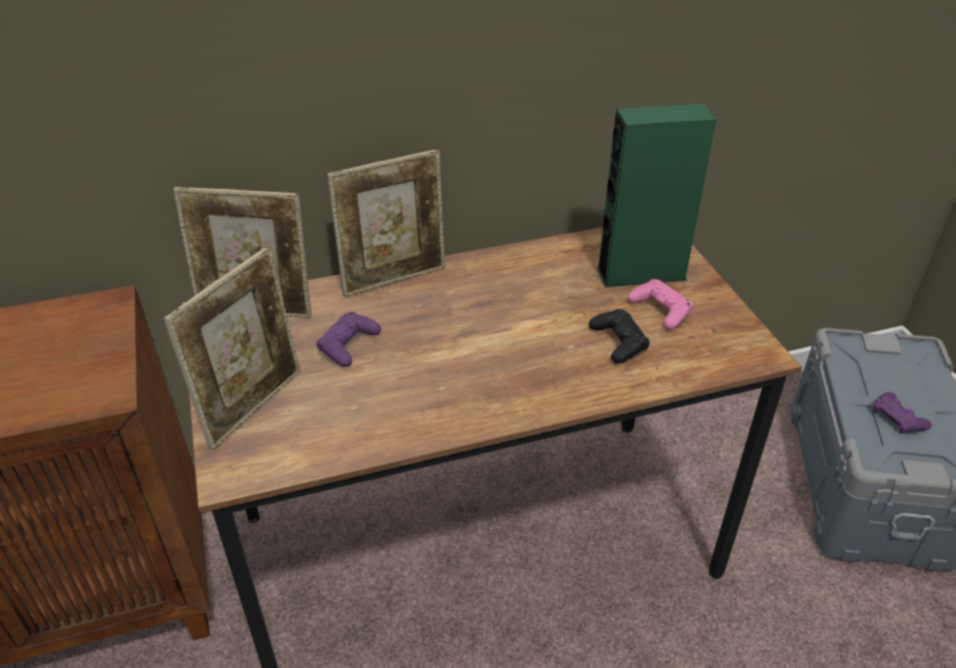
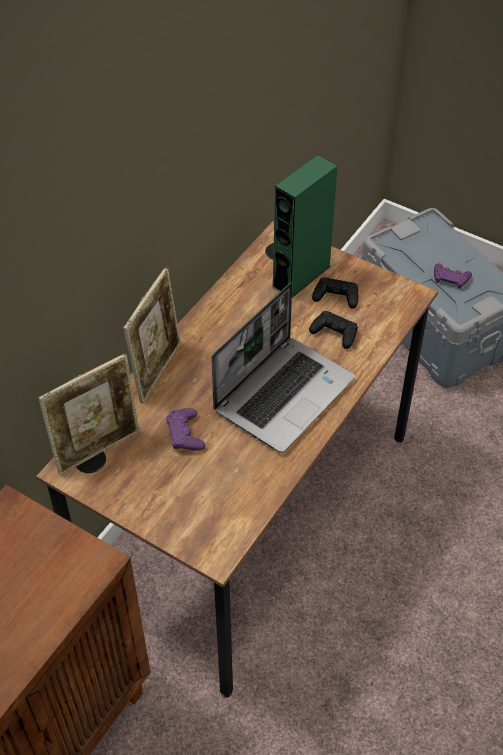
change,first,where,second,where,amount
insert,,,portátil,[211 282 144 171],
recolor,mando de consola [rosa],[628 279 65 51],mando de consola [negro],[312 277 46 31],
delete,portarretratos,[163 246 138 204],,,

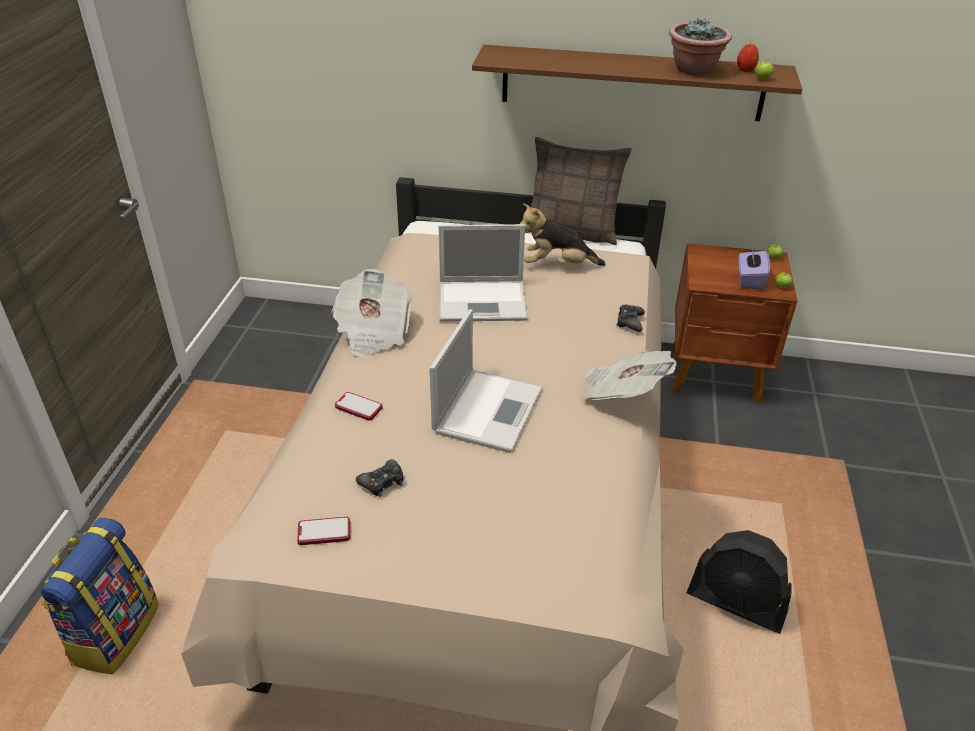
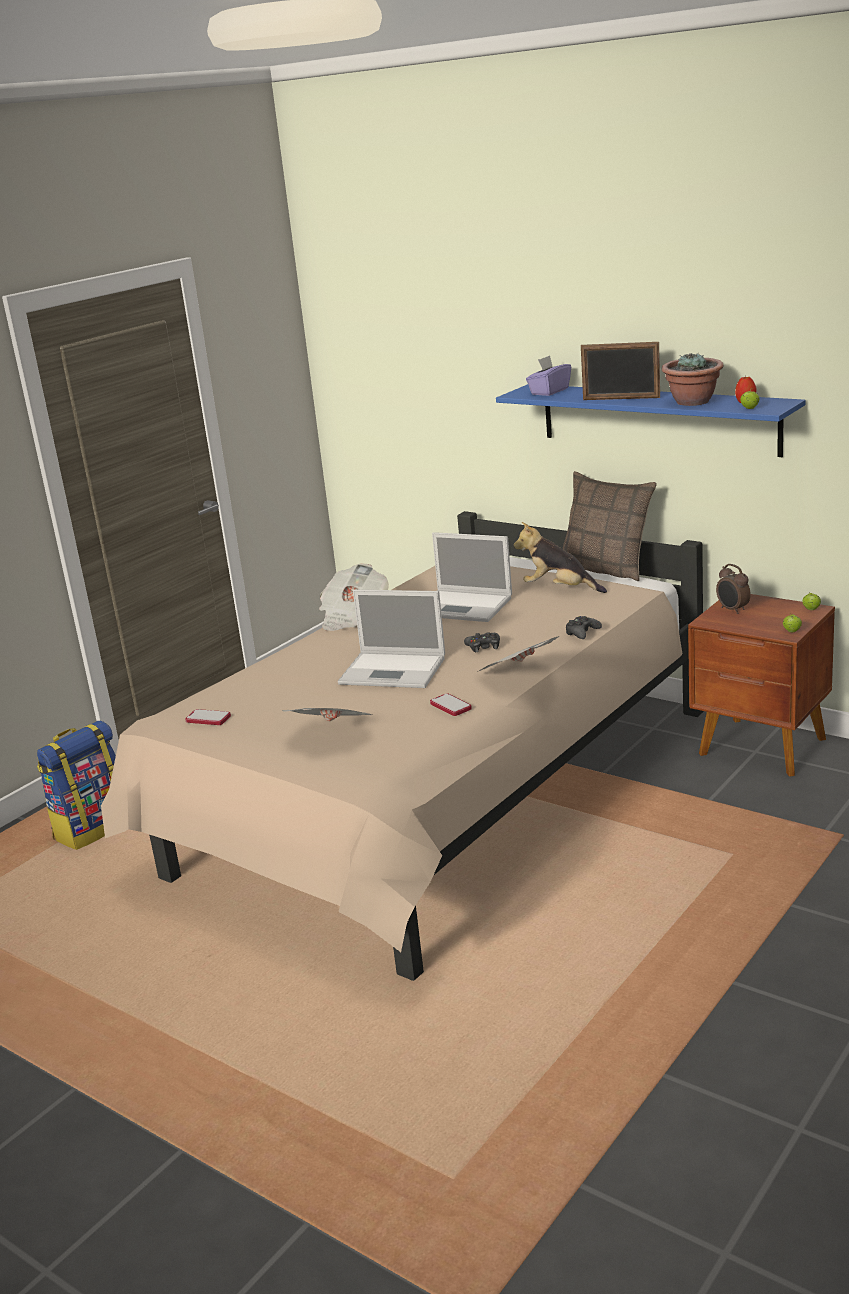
change,first,where,second,where,amount
insert,,,periódico,[282 708 90 13],
rotate,portátil,[429 309 113 144],,[338 590 107 98],60 degrees clockwise
move,móvil,[335 392 47 29],,[430 693 42 23],
move,mando de consola [negro],[356 459 47 38],,[464 632 36 20],
recolor,estante [marrón],[472 45 331 76],estante [azul],[496 384 310 73],
move,caja de pañuelos [morado],[739 247 31 43],,[526 355 45 41],
insert,,,portarretratos,[581 342 79 58],
insert,,,despertador,[716 564 35 50],
delete,ventilador [negro],[686 530 106 104],,,

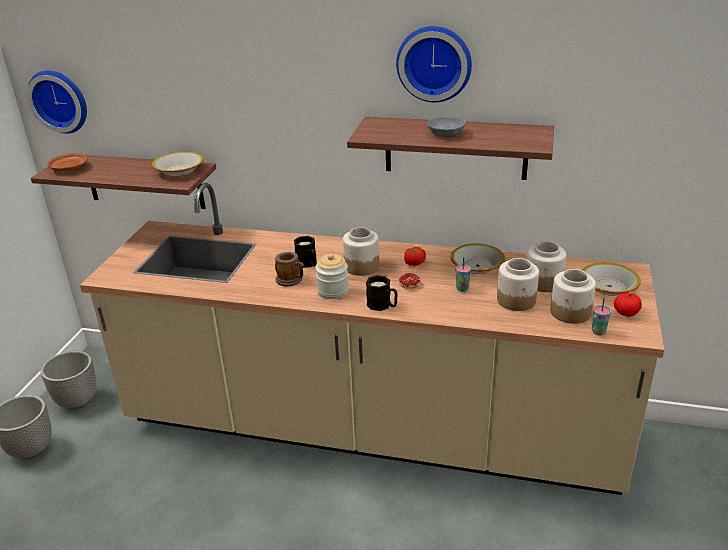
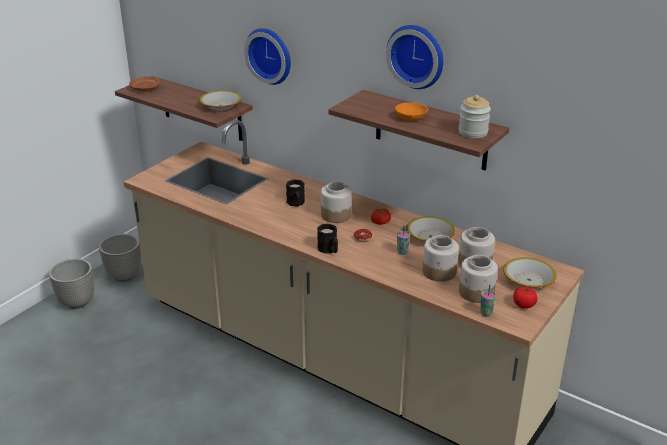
change,first,where,second,where,amount
move,reloj de pared,[27 70 60 64],,[244 28 47 57],
recolor,cuenco [gris],[427 117 39 20],cuenco [naranja],[395 102 33 19],
move,tarro,[315 254 34 45],,[459 95 32 43],
delete,taza grande,[275 252 29 34],,,

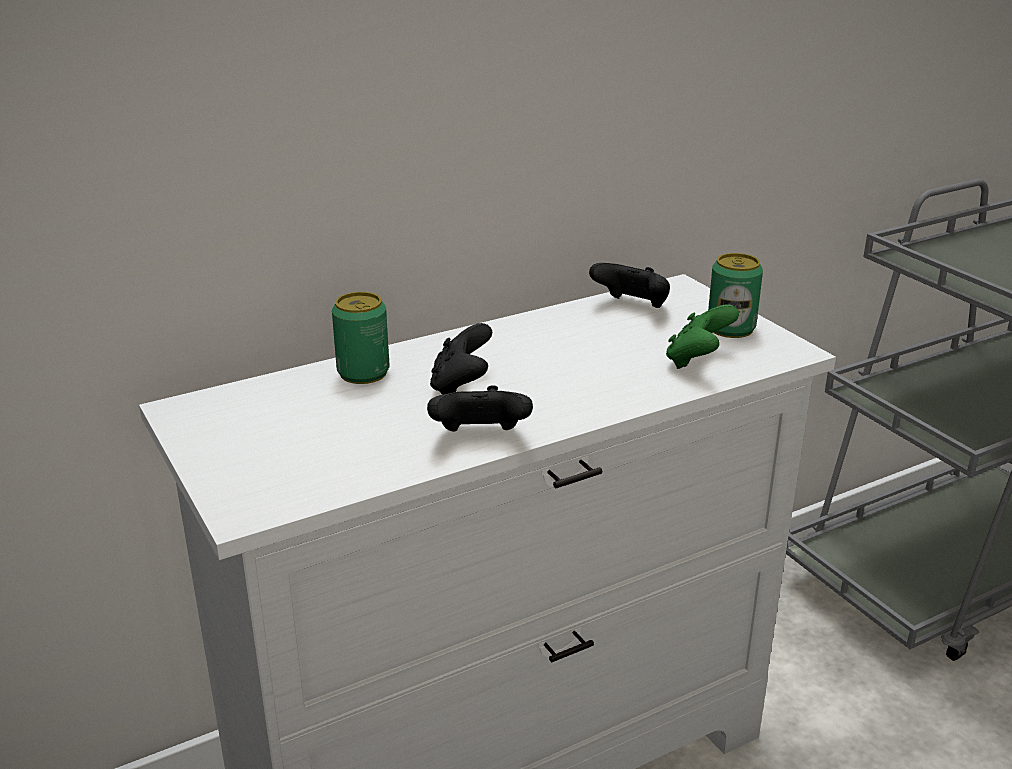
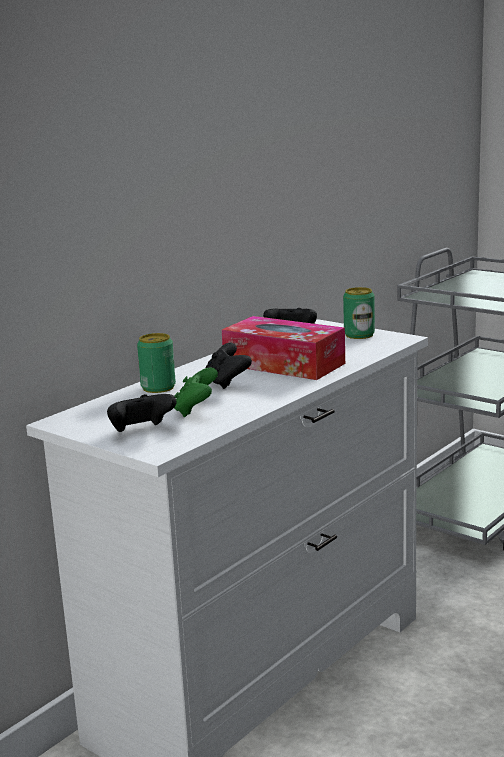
change,first,where,second,where,amount
move,mando de consola [negro],[427 385 106 47],,[107 394 69 38],
move,mando de consola [verde],[666 304 73 65],,[174 367 44 50],
insert,,,caja de pañuelos,[222 316 123 64],

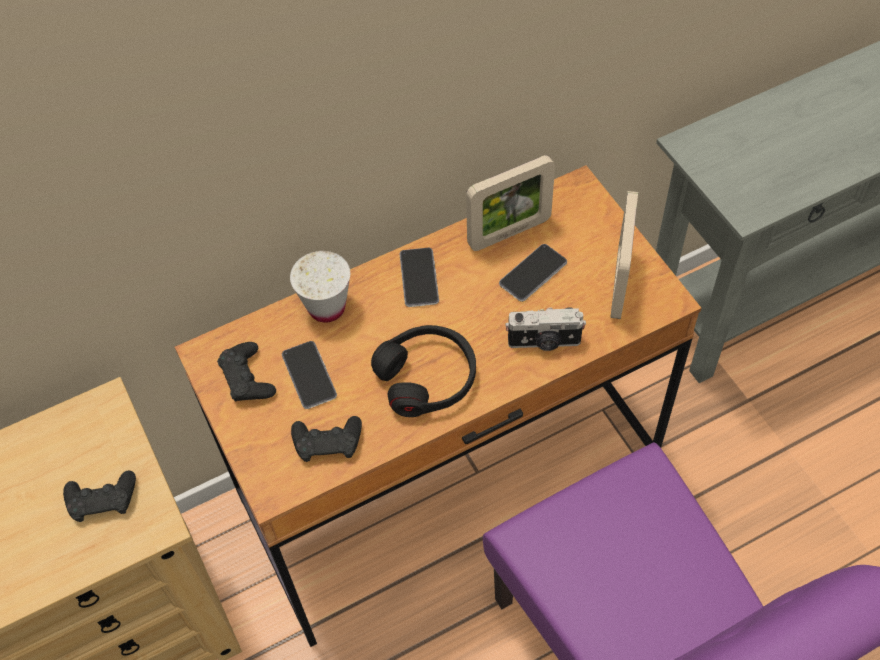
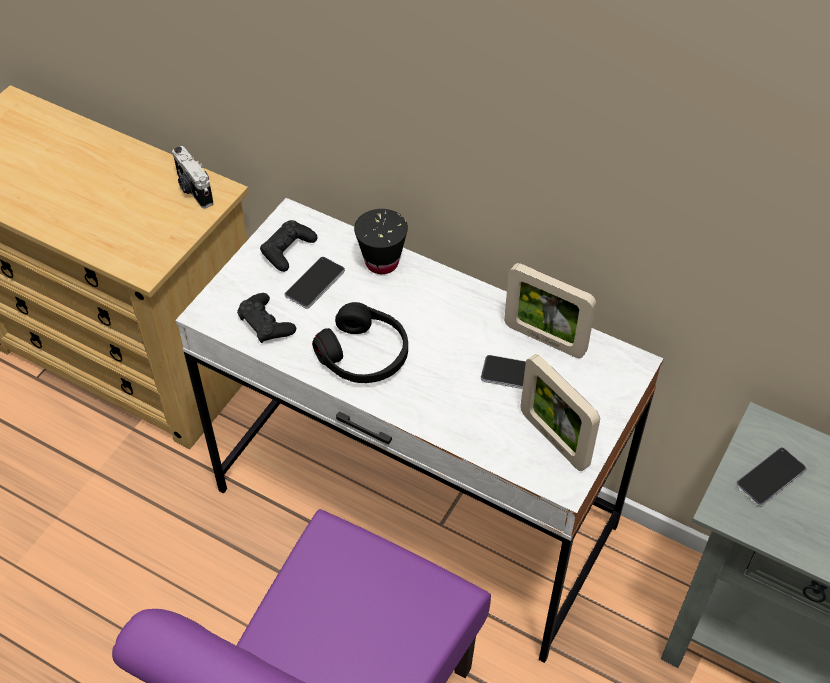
change,first,where,second,where,amount
move,cámara,[505 307 81 44],,[172 146 42 63],
recolor,escritorio [marrón],[175 165 526 482],escritorio [blanco],[175 198 488 465],
recolor,taza [blanco],[290 251 60 72],taza [negro],[354 209 54 65],
rotate,portarretratos,[610 191 28 128],,[520 354 80 117],105 degrees counterclockwise
move,móvil,[400 248 39 59],,[736 447 70 59],
delete,mando de consola [negro],[63 470 73 52],,,

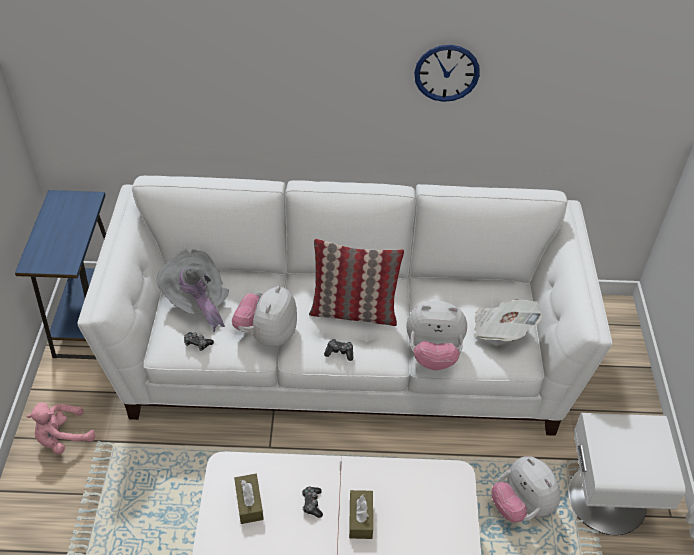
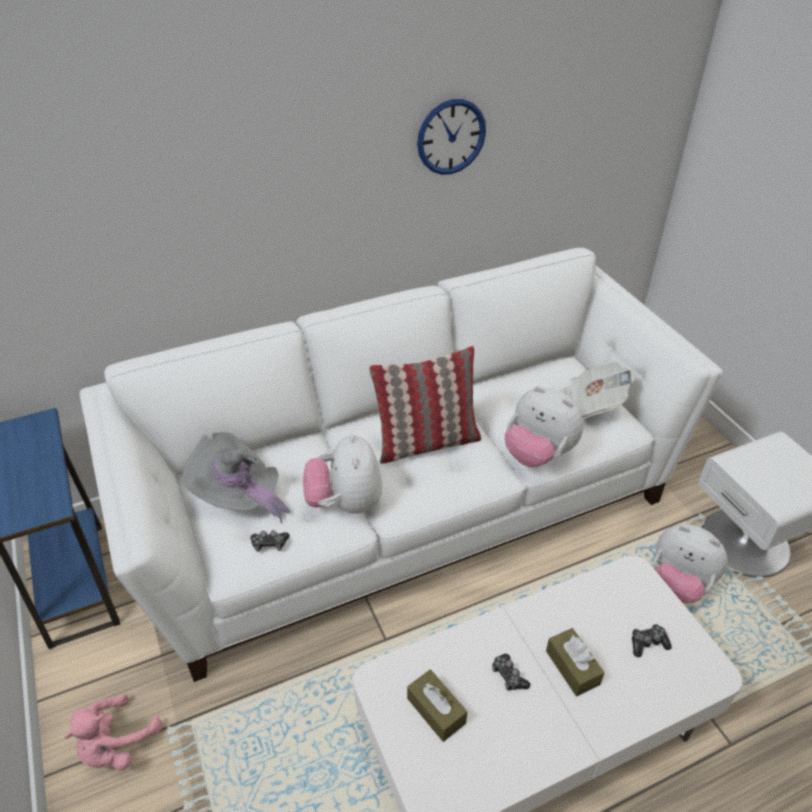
change,first,where,second,where,amount
rotate,peluche,[406 301 61 69],,[505 386 79 81],60 degrees clockwise
move,mando de consola,[324 339 29 22],,[632 624 40 33],

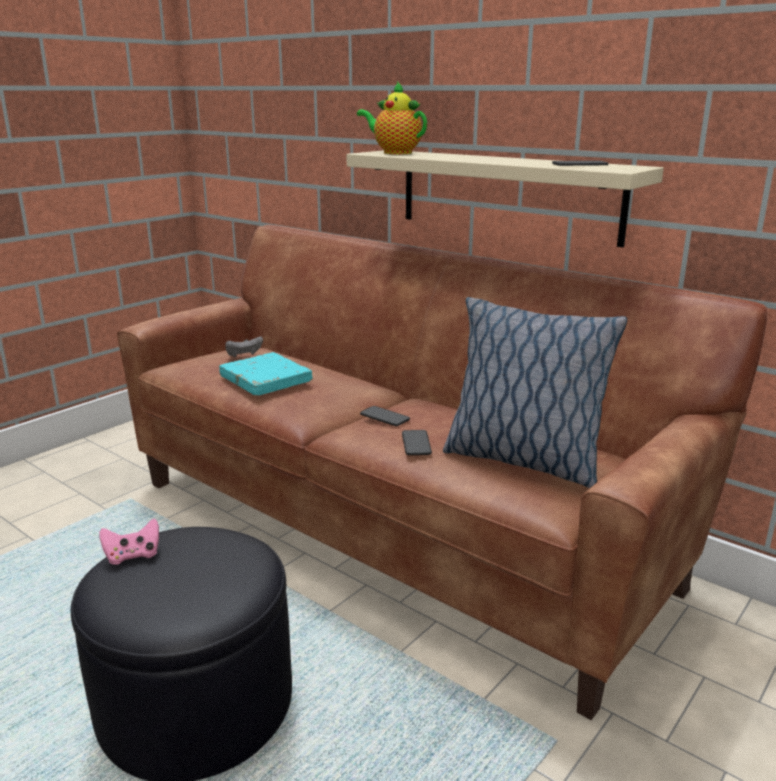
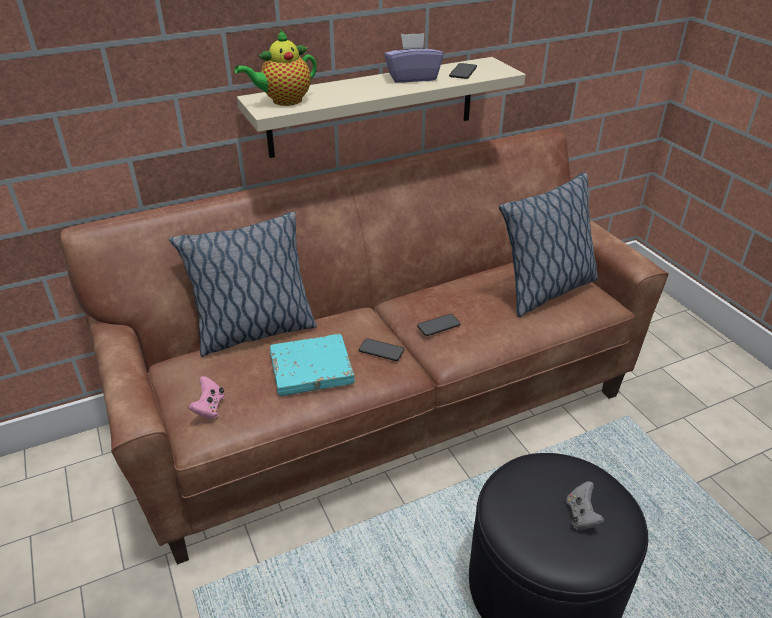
change,first,where,second,where,amount
insert,,,cojín,[169 211 148 146],
move,mando de consola [rosa],[99 519 60 46],,[188 376 36 43],
move,móvil,[402 430 30 25],,[359 338 45 23],
insert,,,caja de pañuelos [morado],[384 33 59 50],
move,mando de consola [gris],[225 336 38 21],,[566 481 39 49],

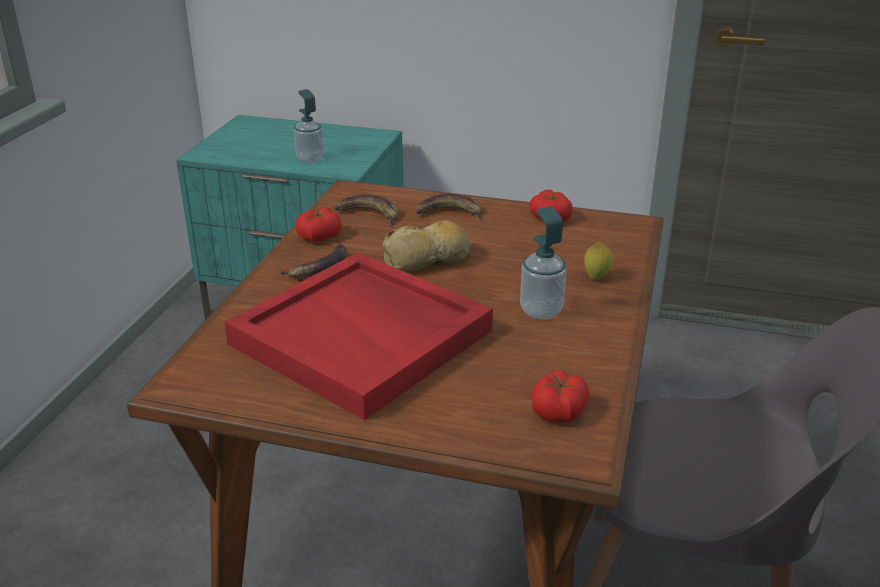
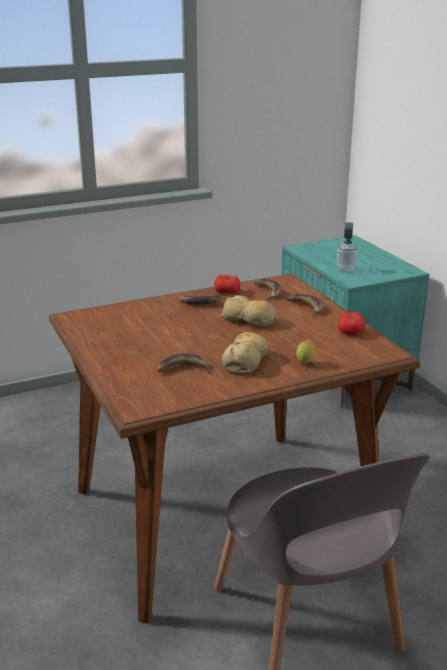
change,first,where,second,where,amount
insert,,,plátano,[158 353 53 20],
replace,dispensador de jabón,[520 206 47 113],pan,[222 332 46 43],
delete,bandeja [rojo],[224 252 269 168],,,
delete,tomate,[531 370 58 53],,,

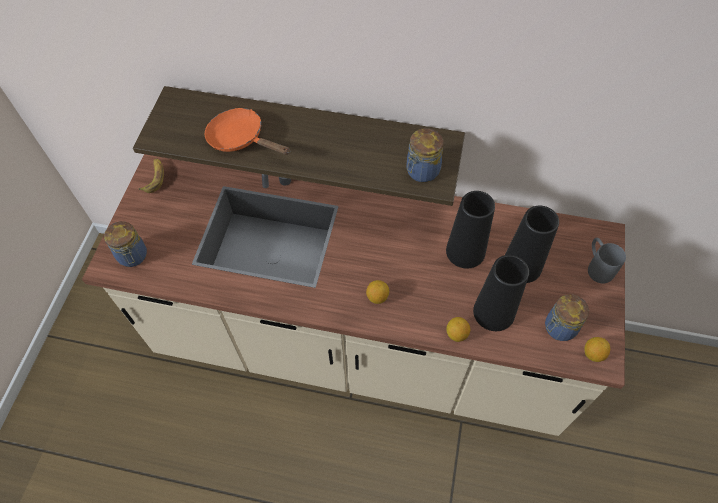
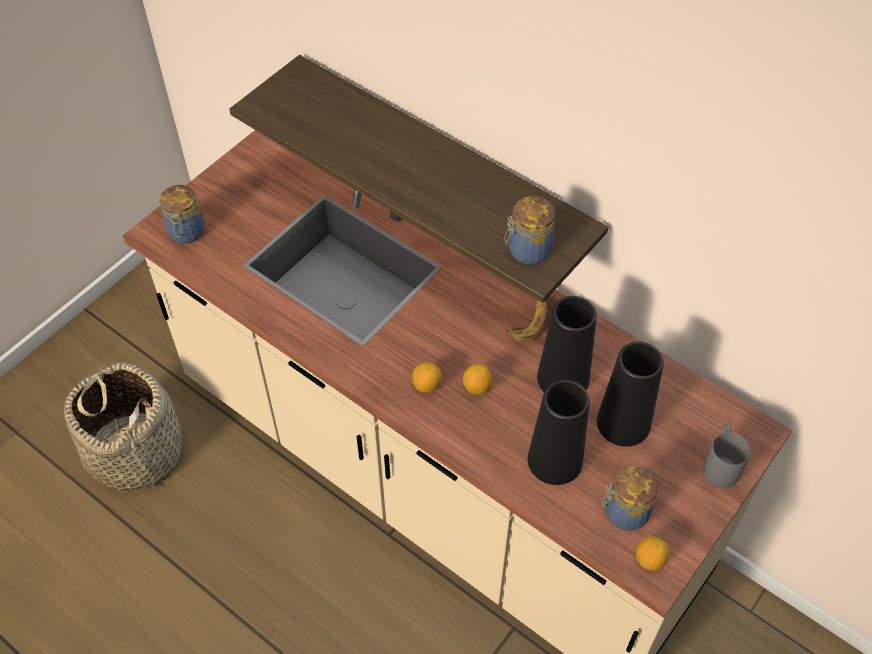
change,first,where,second,where,amount
insert,,,cesta,[64 363 118 129],
move,limón,[447 317 23 25],,[463 364 29 31],
move,plátano,[138 159 26 34],,[506 300 41 42],
delete,sartén [naranja],[205 108 85 47],,,

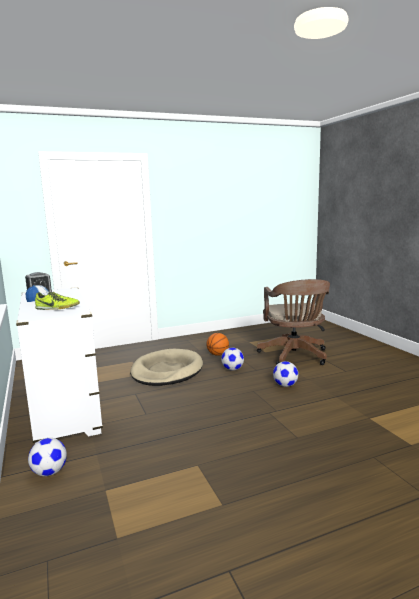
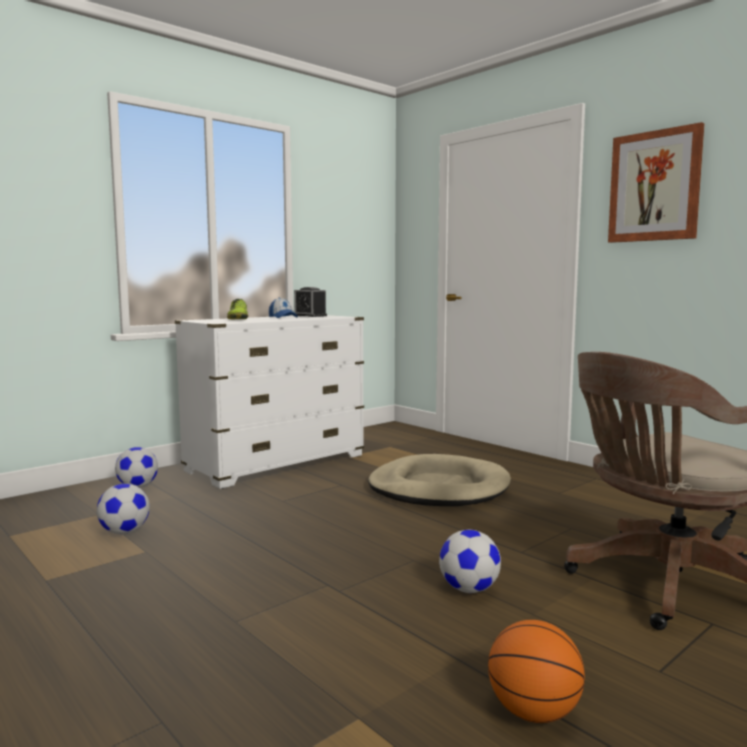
change,first,where,second,where,amount
move,balón de fútbol,[221 348 23 23],,[97 484 53 50],
move,balón de baloncesto,[206 333 23 23],,[488 620 97 103],
insert,,,cuadro,[608 122 97 121],

